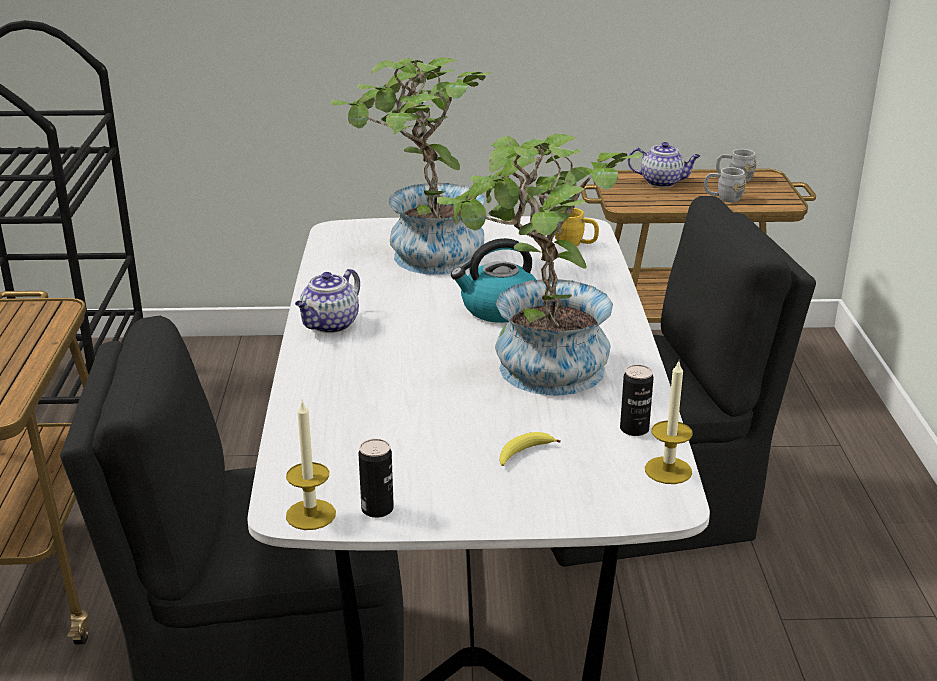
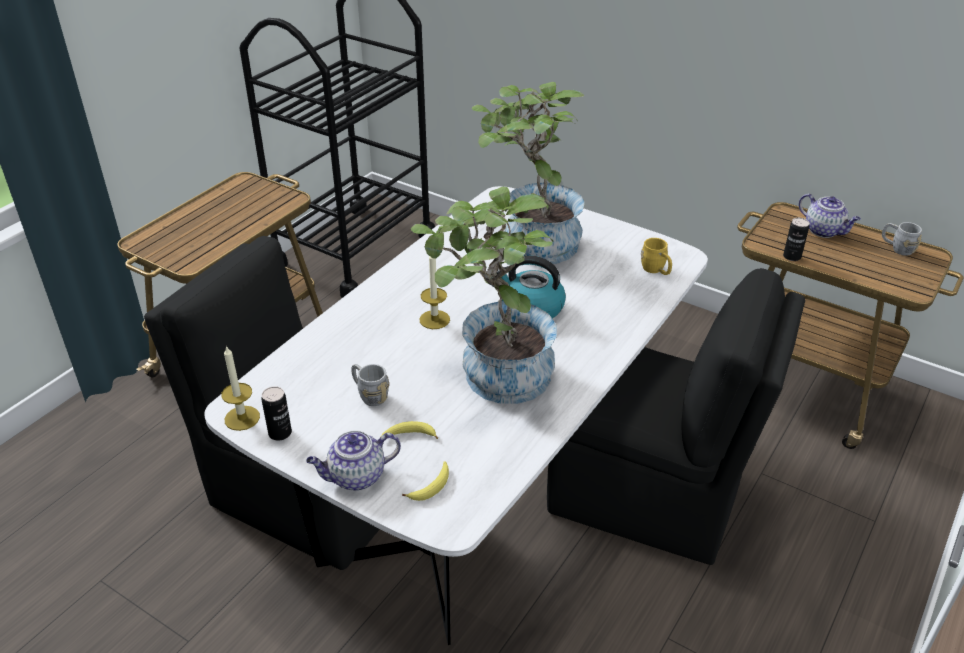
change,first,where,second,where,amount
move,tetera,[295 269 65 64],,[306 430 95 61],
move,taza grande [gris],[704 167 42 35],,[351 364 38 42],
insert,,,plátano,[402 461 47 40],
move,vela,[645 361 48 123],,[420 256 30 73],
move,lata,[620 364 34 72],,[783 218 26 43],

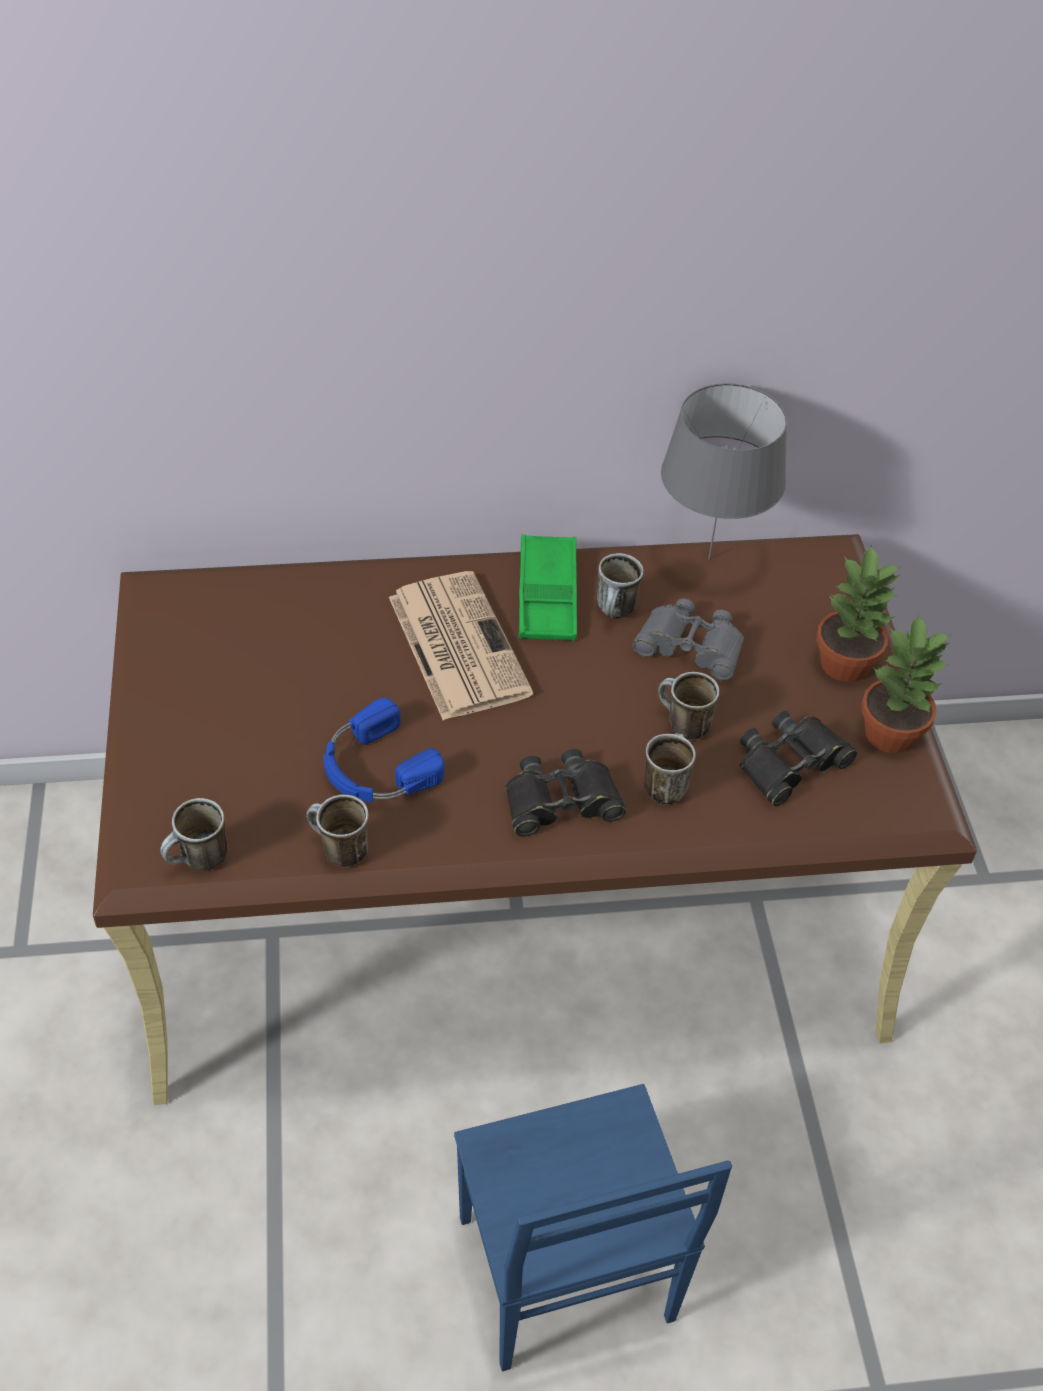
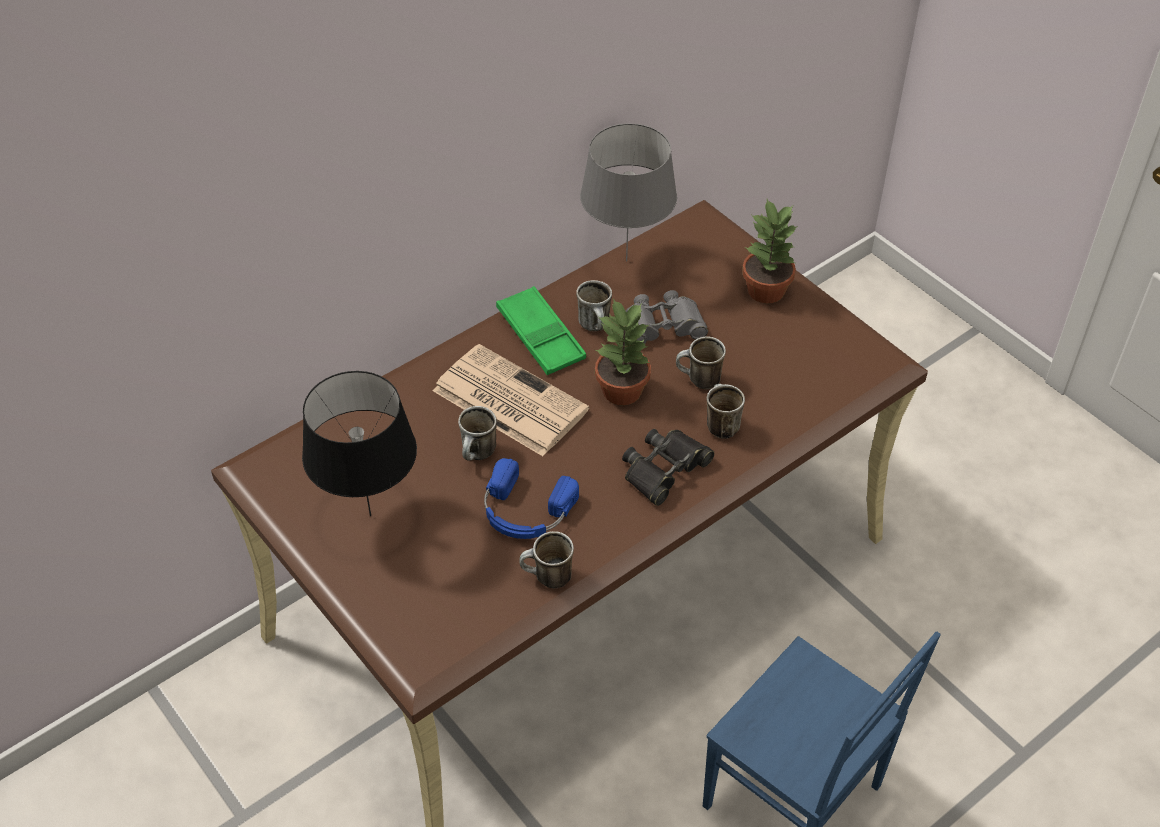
change,first,where,second,where,amount
insert,,,lámpara de mesa [negro],[302 371 115 145],
move,taza grande,[160 798 68 73],,[458 406 39 55],
move,planta en maceta,[861 615 90 138],,[595 299 56 106],
delete,prismáticos [negro],[740 711 117 95],,,

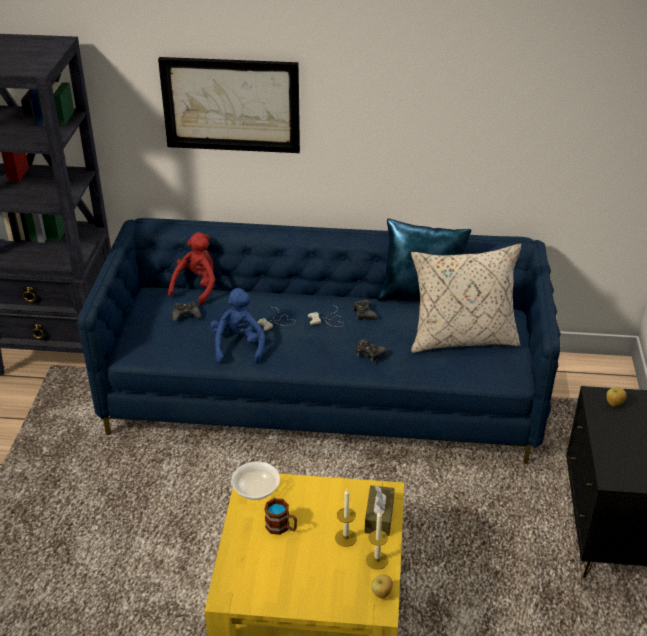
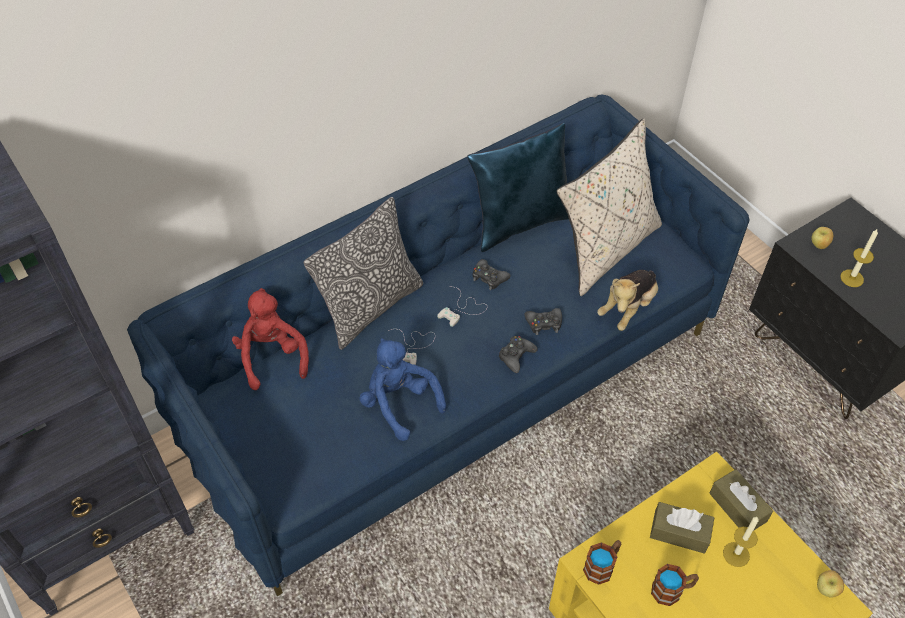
change,first,where,second,where,amount
insert,,,cojín,[304 197 119 153],
move,mando de consola [negro],[172 302 29 20],,[499 336 39 37],
replace,cuenco,[231 462 49 38],taza grande,[583 540 38 45],
insert,,,peluche,[597 270 61 61],
insert,,,caja de pañuelos [marrón],[650 502 64 52],
move,vela,[366 511 22 59],,[840 229 38 58],
delete,cuadro,[158 57 142 96],,,

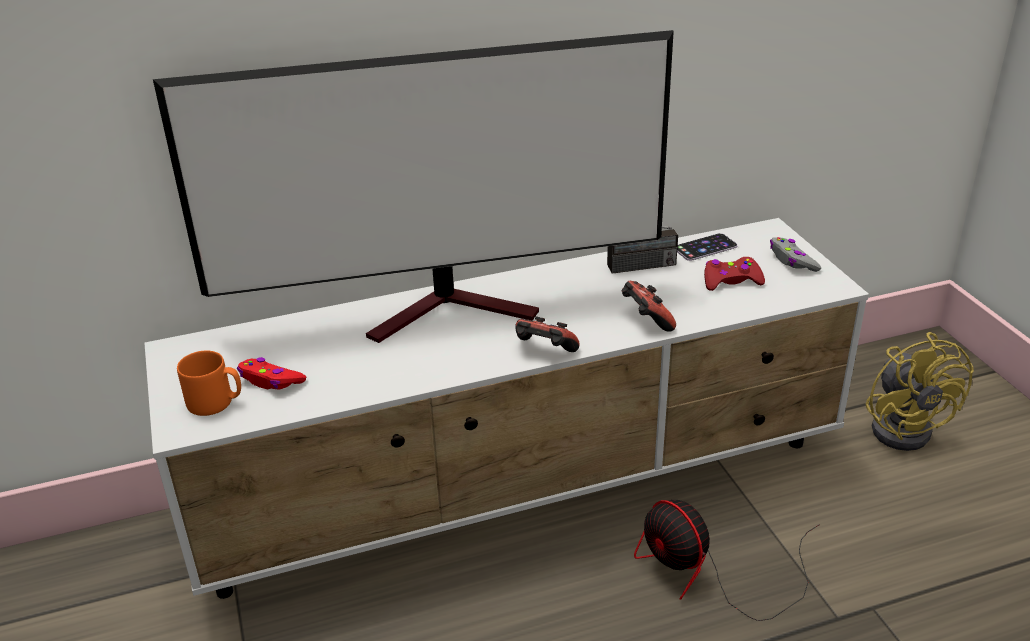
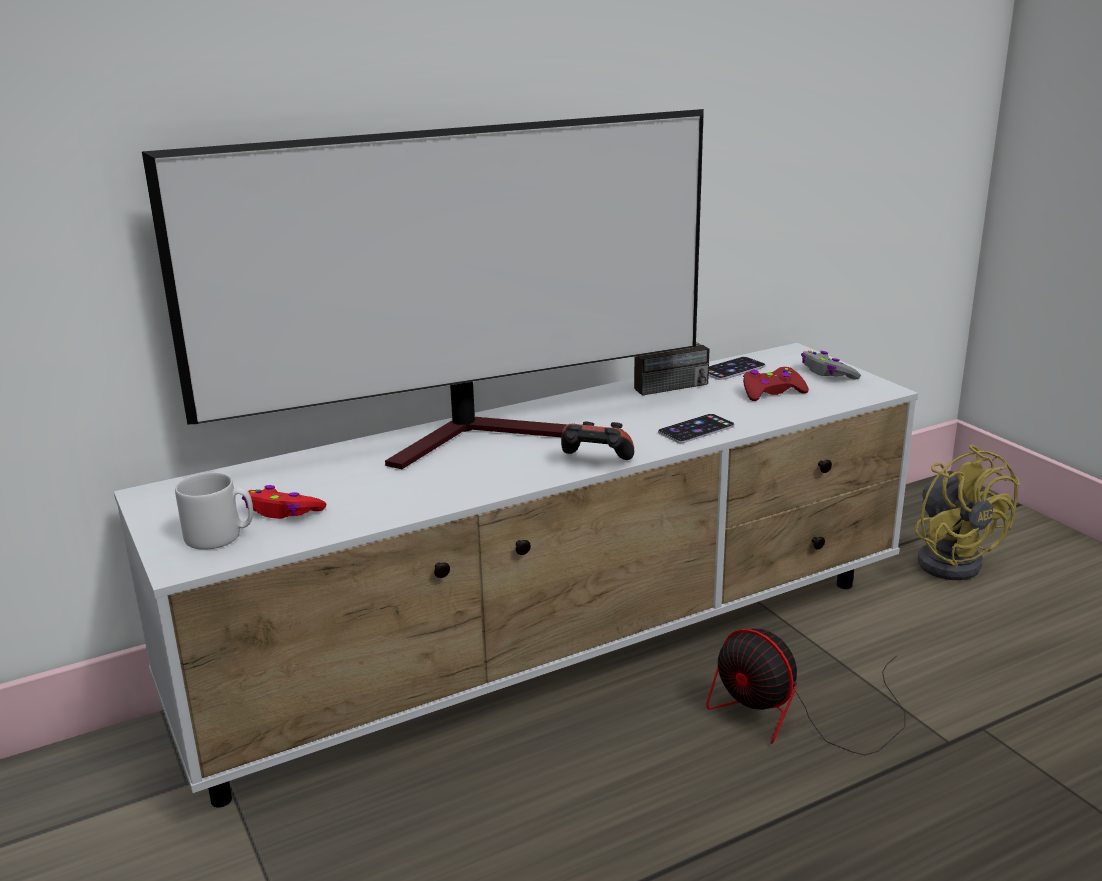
change,first,where,second,where,amount
recolor,taza grande [naranja],[177 350 64 66],taza grande [gris],[175 472 78 78],
replace,mando de consola,[622 281 54 51],móvil,[658 414 76 29],

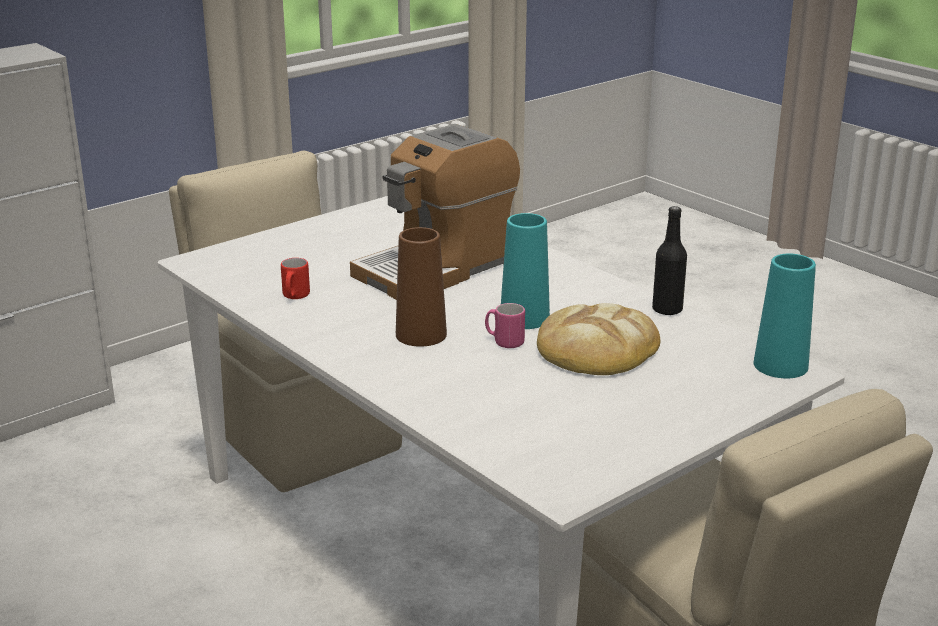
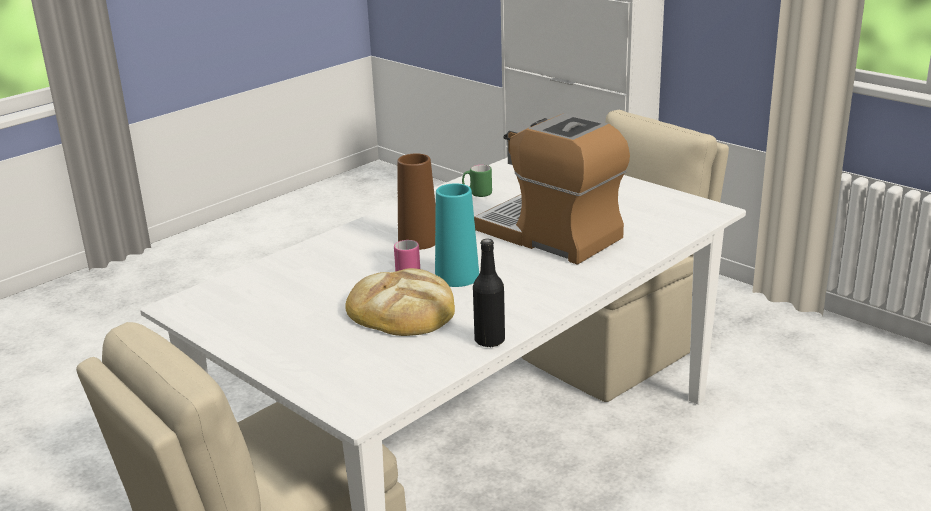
change,first,where,second,where,amount
recolor,taza grande [rojo],[281 258 29 41],taza grande [verde],[462 165 30 32],
delete,florero [turquesa],[753 254 63 124],,,

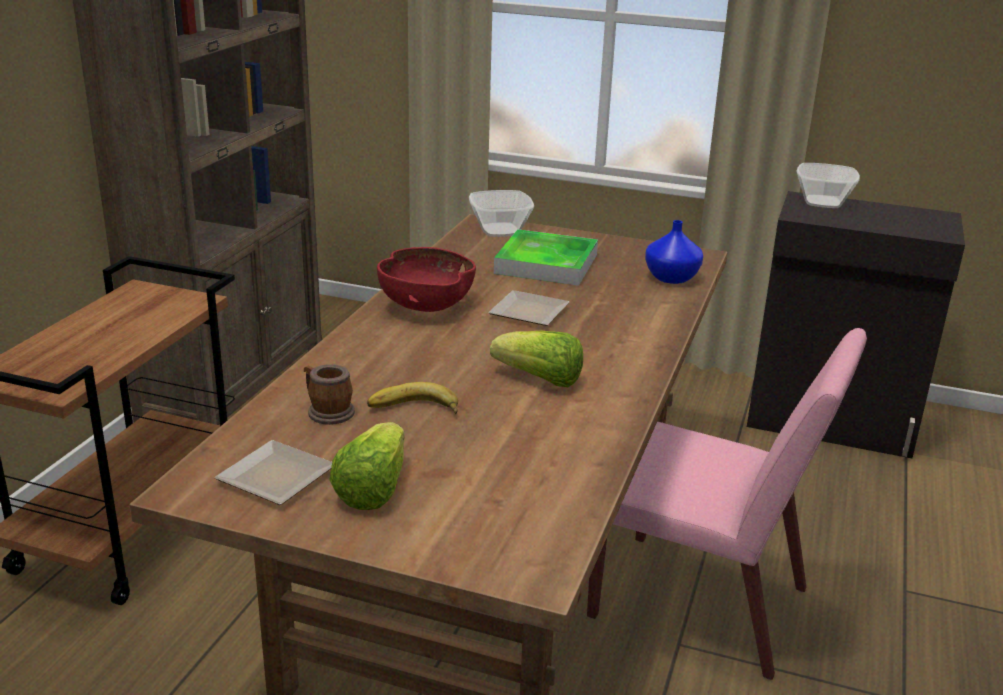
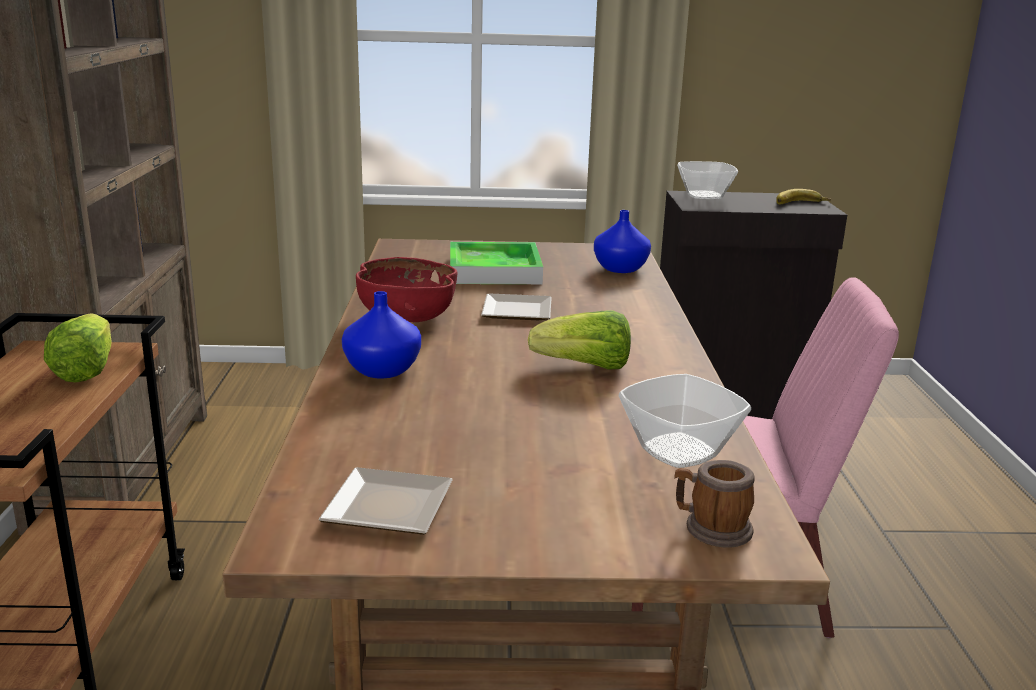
change,first,where,second,where,amount
move,lechuga,[330 422 74 88],,[44 313 68 70],
insert,,,florero [azul],[342 291 79 87],
move,cuenco,[469 190 65 47],,[619 374 132 94],
move,taza grande,[304 364 51 61],,[674 460 80 88],
move,plátano,[367 382 91 32],,[776 189 55 16],

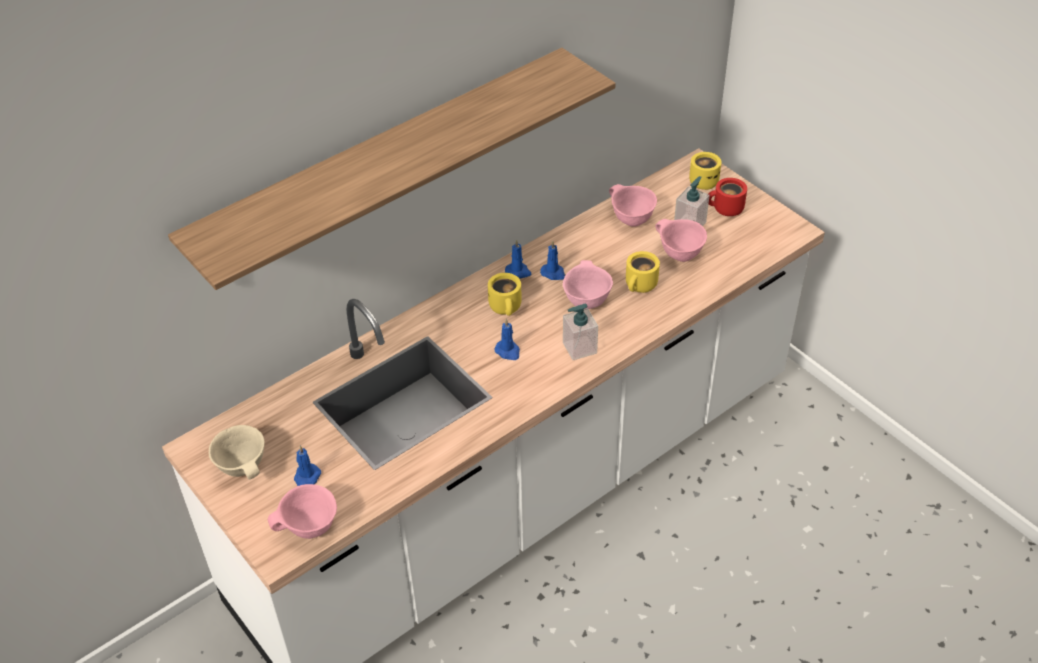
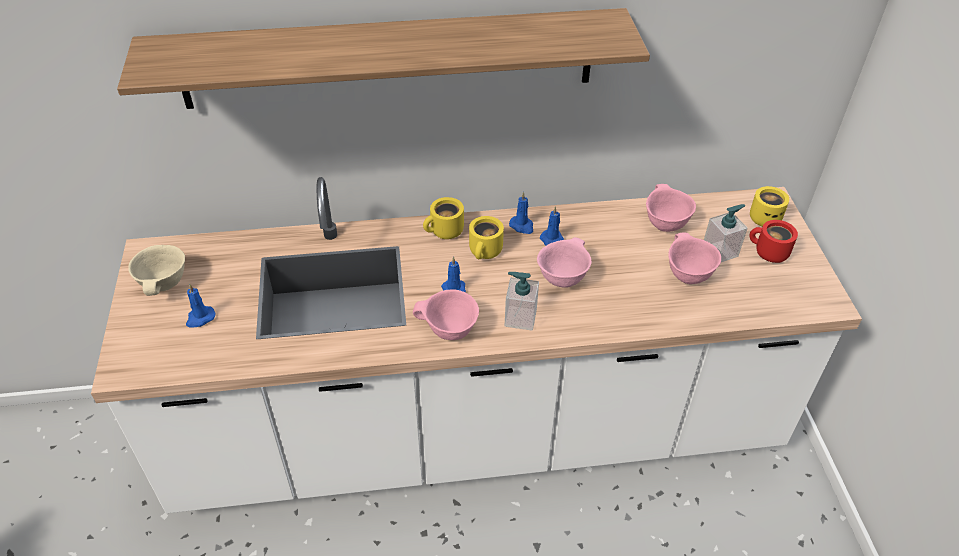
change,first,where,second,where,amount
move,cuenco [rosa],[268 484 69 55],,[413 289 66 51],
move,taza grande [amarillo],[626 251 34 42],,[423 197 41 42],

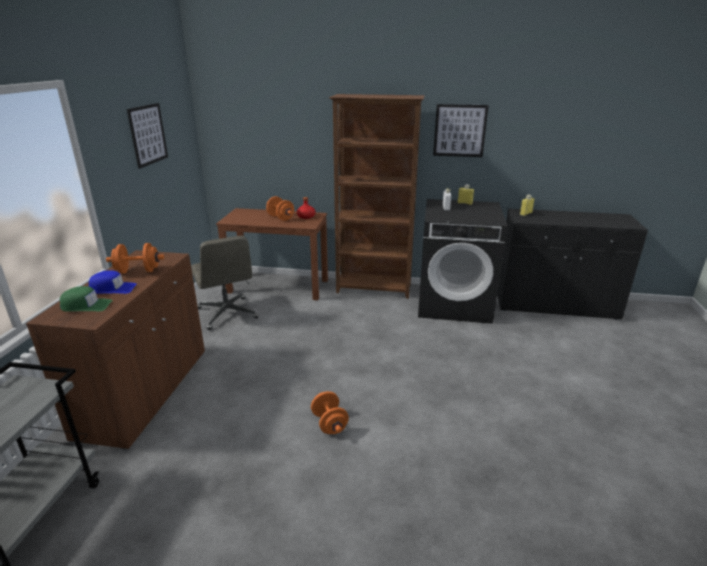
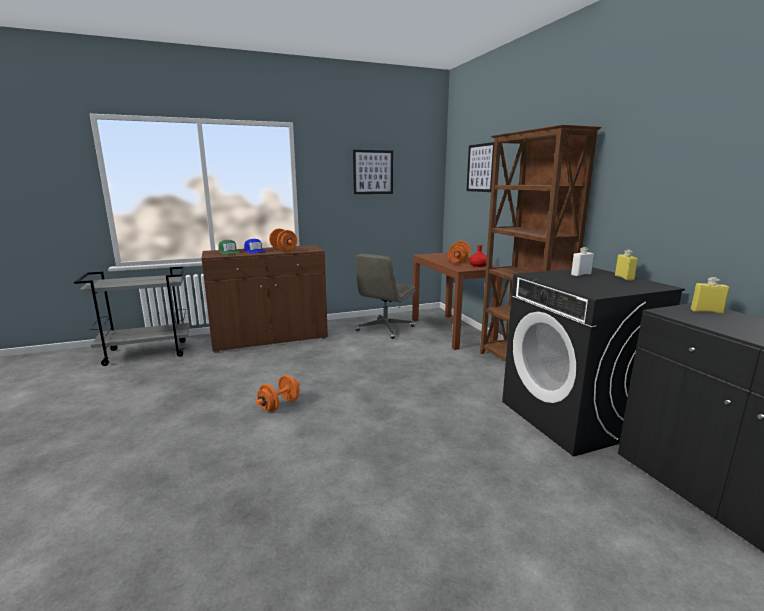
change,first,where,second,where,amount
move,cuadro,[433 104 56 53],,[466 142 28 50],

